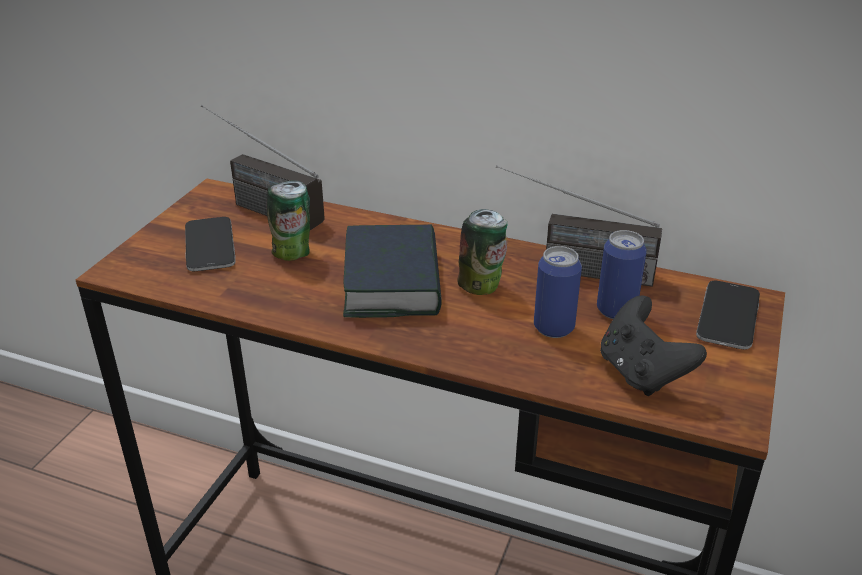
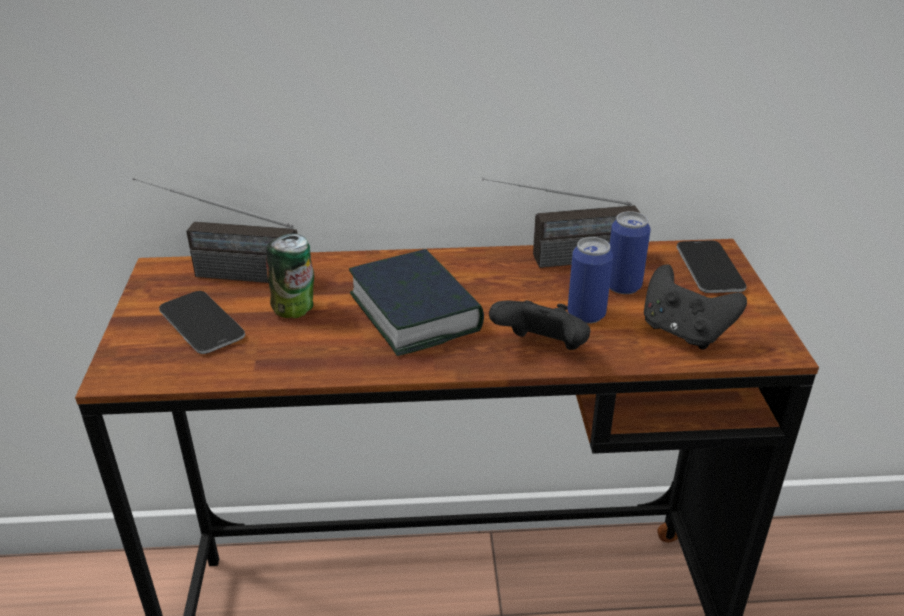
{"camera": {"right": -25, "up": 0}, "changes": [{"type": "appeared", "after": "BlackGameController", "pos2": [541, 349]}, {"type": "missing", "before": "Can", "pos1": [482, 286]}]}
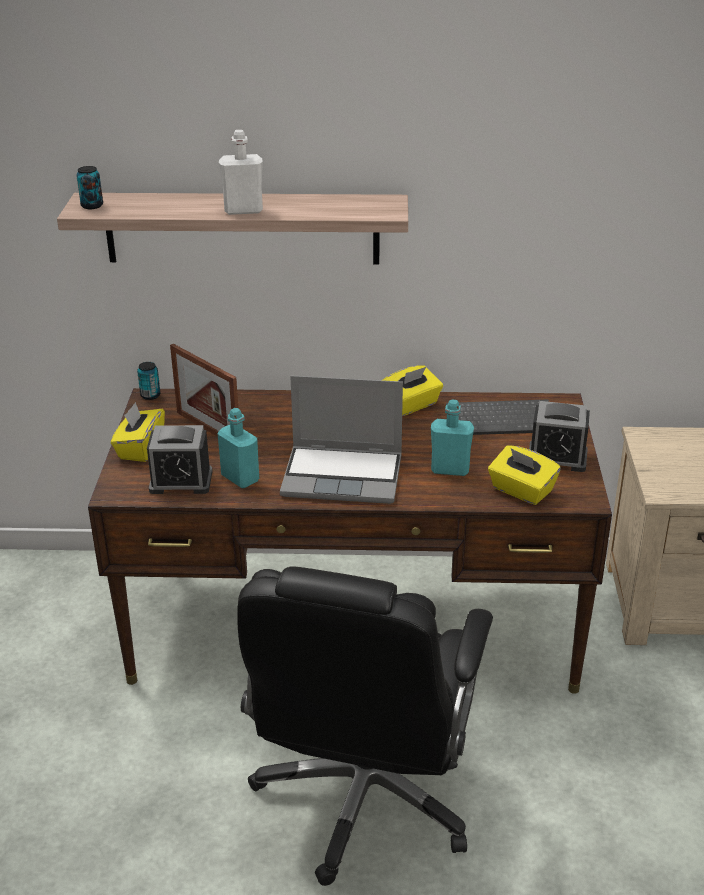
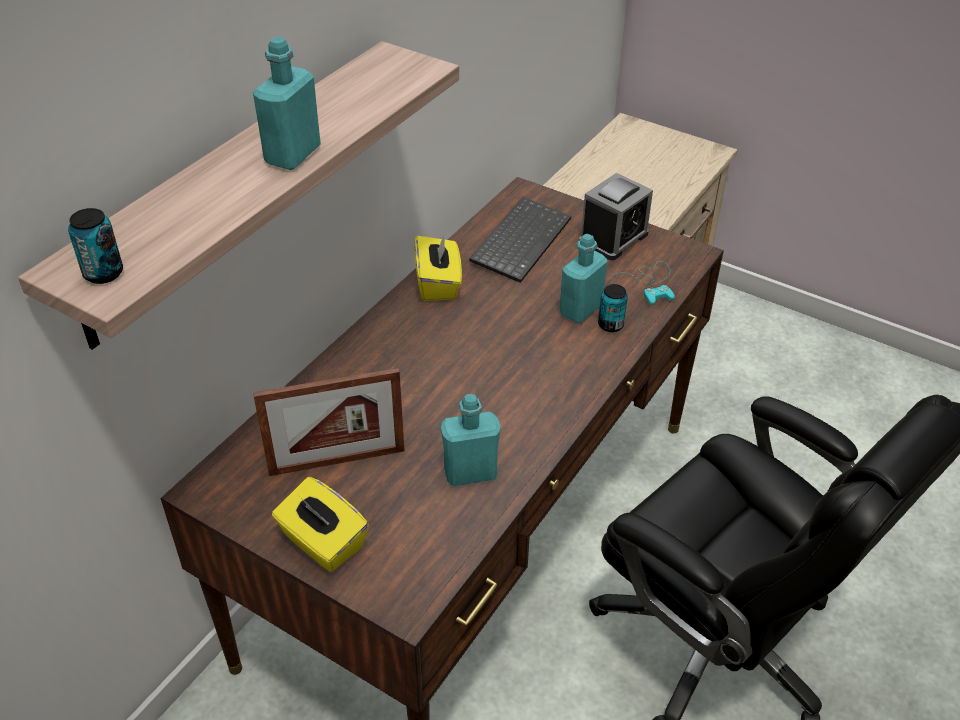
{"camera": {"right": -60, "up": 10}, "changes": [{"type": "colour", "before": "WhiteBottle", "after": "TurquoiseBottle", "pos1": [243, 210], "pos2": [293, 155]}, {"type": "relocated", "before": "Can", "pos1": [150, 395], "pos2": [610, 325]}, {"type": "exchanged", "before": "YellowTissueBox", "after": "TurquoiseGameController", "pos1": [521, 491], "pos2": [651, 283]}, {"type": "missing", "before": "AlarmClock", "pos1": [181, 481]}, {"type": "missing", "before": "Laptop", "pos1": [344, 476]}]}
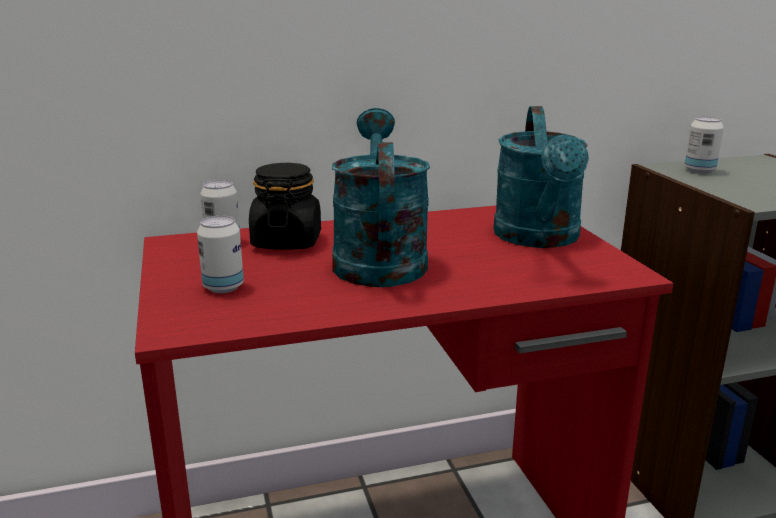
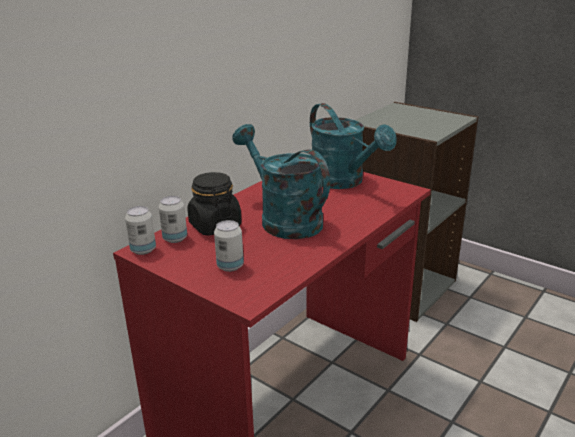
{"camera": {"right": -35, "up": 5}, "changes": [{"type": "relocated", "before": "Can", "pos1": [699, 170], "pos2": [143, 250]}]}
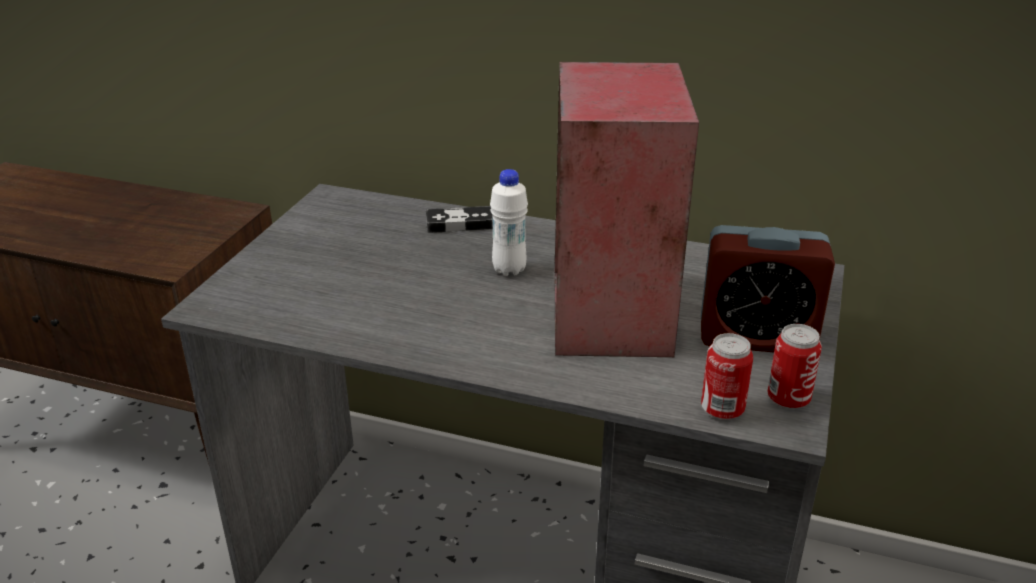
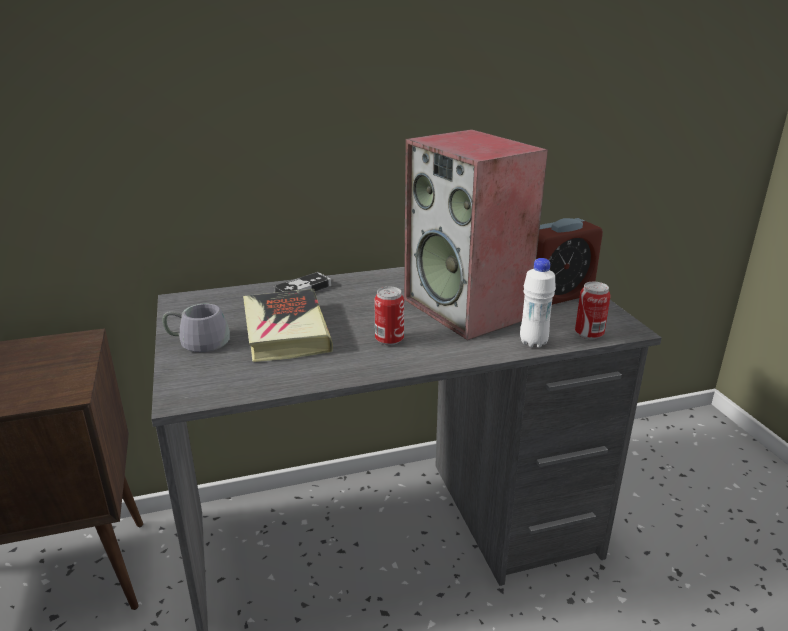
{"camera": {"right": -35, "up": -5}, "changes": [{"type": "appeared", "after": "GreyMug", "pos2": [199, 339]}, {"type": "appeared", "after": "Book", "pos2": [285, 331]}, {"type": "relocated", "before": "Can", "pos1": [788, 399], "pos2": [389, 340]}, {"type": "relocated", "before": "WhiteBottle", "pos1": [509, 270], "pos2": [533, 342]}]}
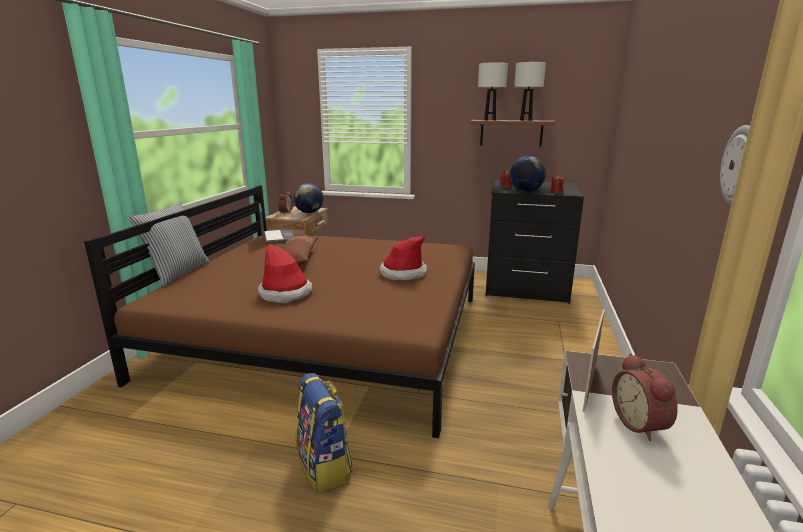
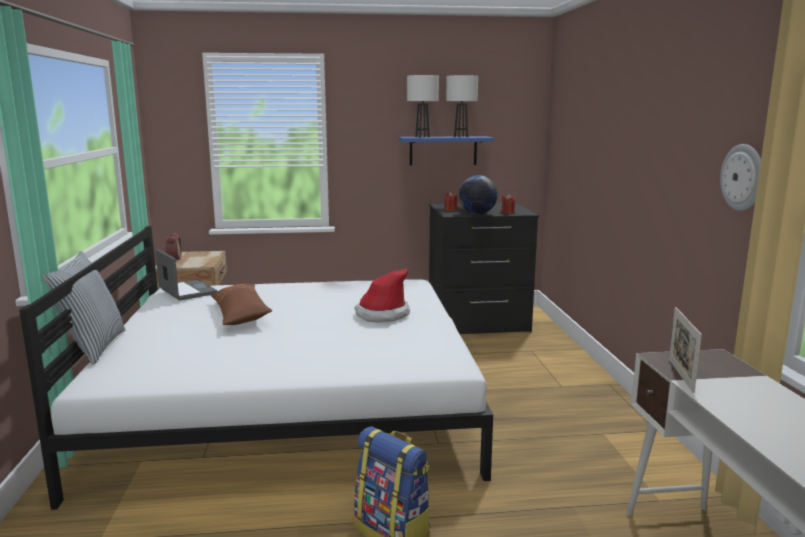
{"camera": {"right": -20, "up": -5}, "changes": [{"type": "colour", "before": "BrownBed", "after": "WhiteBed", "pos1": [327, 334], "pos2": [289, 402]}, {"type": "colour", "before": "BrownShelf", "after": "BlueShelf", "pos1": [511, 133], "pos2": [443, 150]}, {"type": "missing", "before": "Hat", "pos1": [285, 293]}, {"type": "missing", "before": "Globe", "pos1": [309, 212]}, {"type": "missing", "before": "AlarmClock", "pos1": [641, 424]}]}
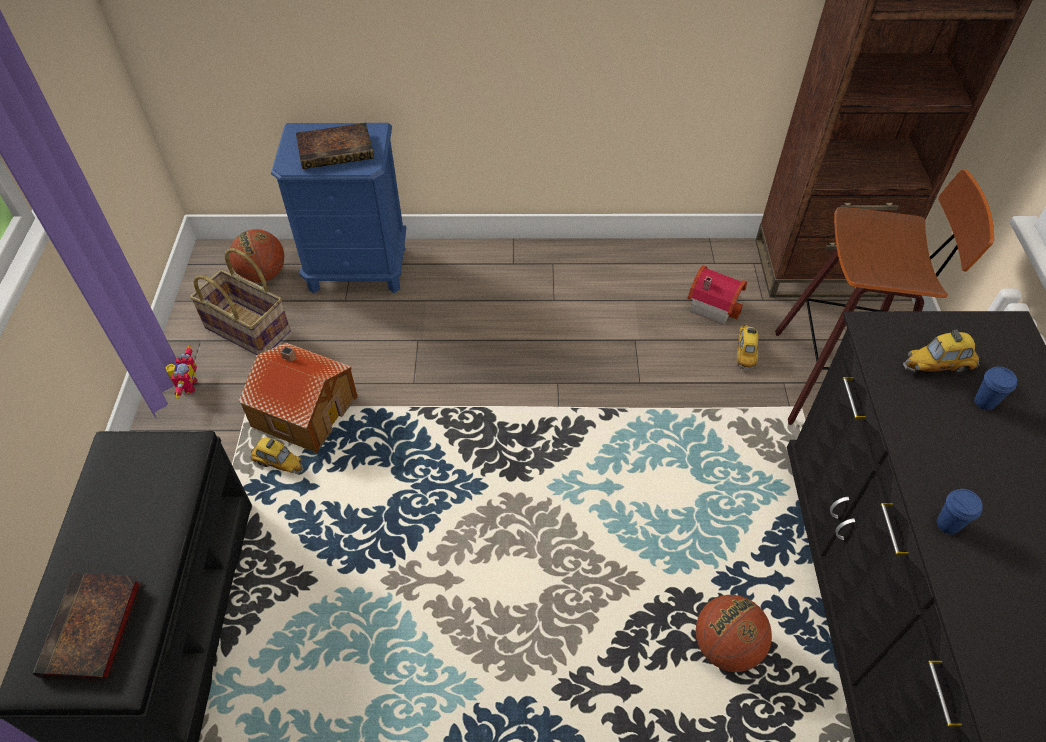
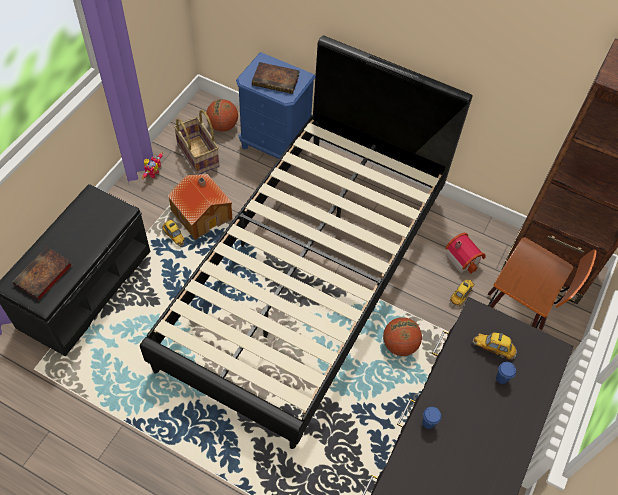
{"camera": {"right": 25, "up": 5}, "changes": [{"type": "appeared", "after": "BlackBed", "pos2": [307, 277]}, {"type": "relocated", "before": "Basketball", "pos1": [726, 646], "pos2": [399, 345]}]}
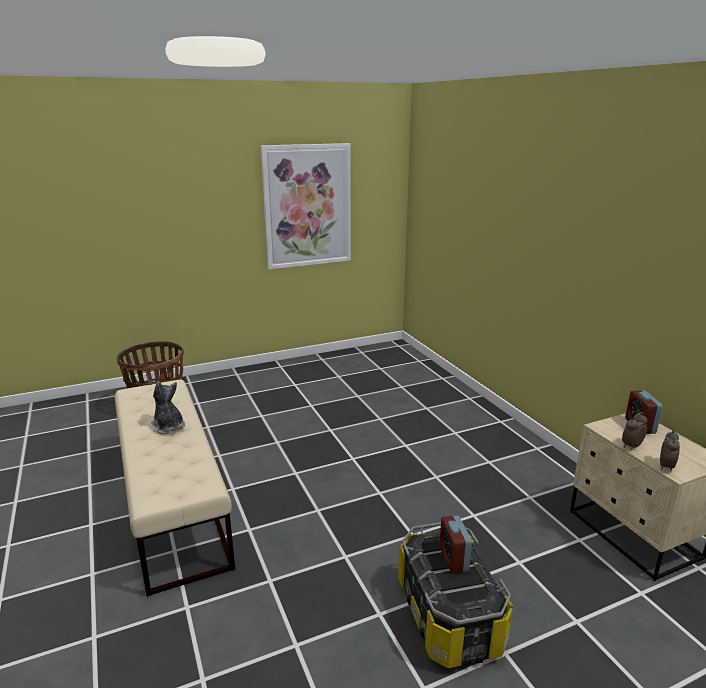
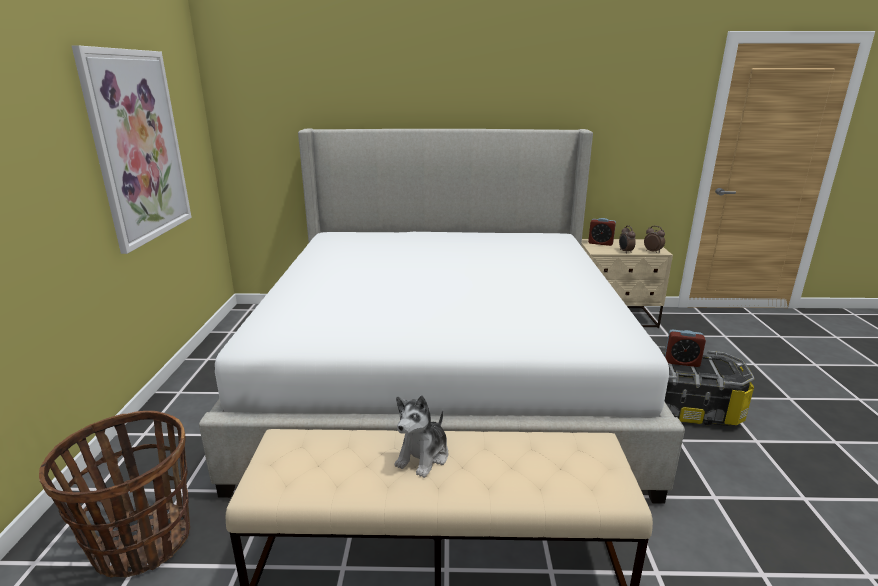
{"camera": {"right": -65, "up": 0}, "changes": [{"type": "appeared", "after": "Bed", "pos2": [442, 376]}, {"type": "spun", "before": "PlushToy", "pos1": [168, 427], "pos2": [423, 456], "turn": -45}]}
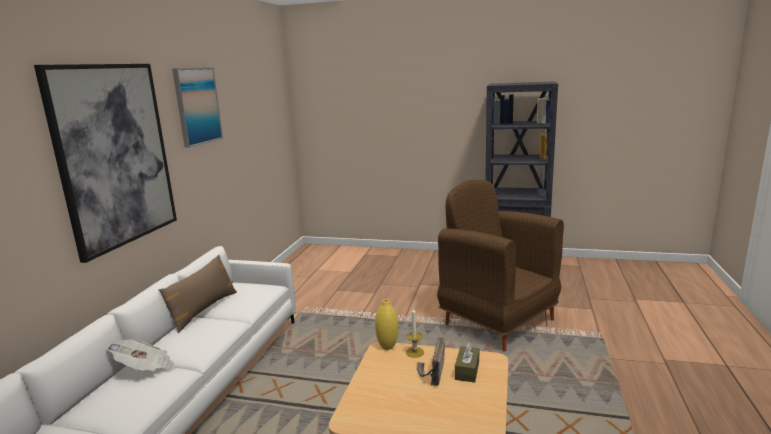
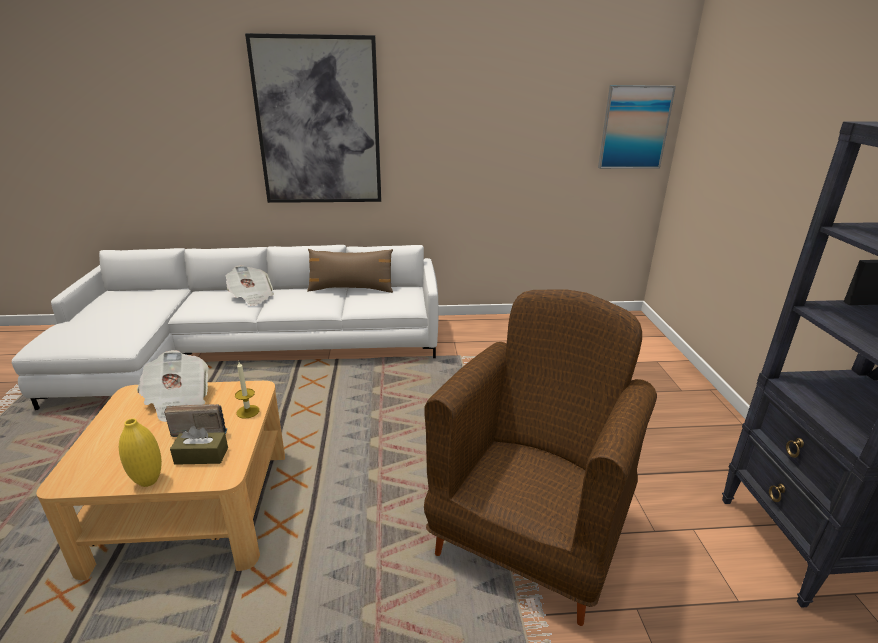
{"camera": {"right": 70, "up": 10}, "changes": [{"type": "relocated", "before": "YellowVase", "pos1": [387, 347], "pos2": [148, 481]}, {"type": "appeared", "after": "Newspaper", "pos2": [177, 400]}, {"type": "relocated", "before": "Picture", "pos1": [197, 106], "pos2": [634, 127]}]}
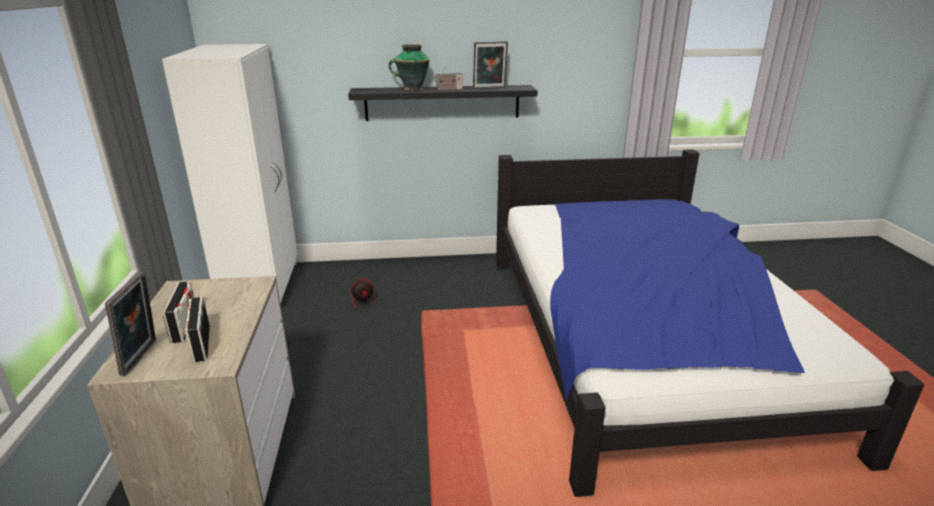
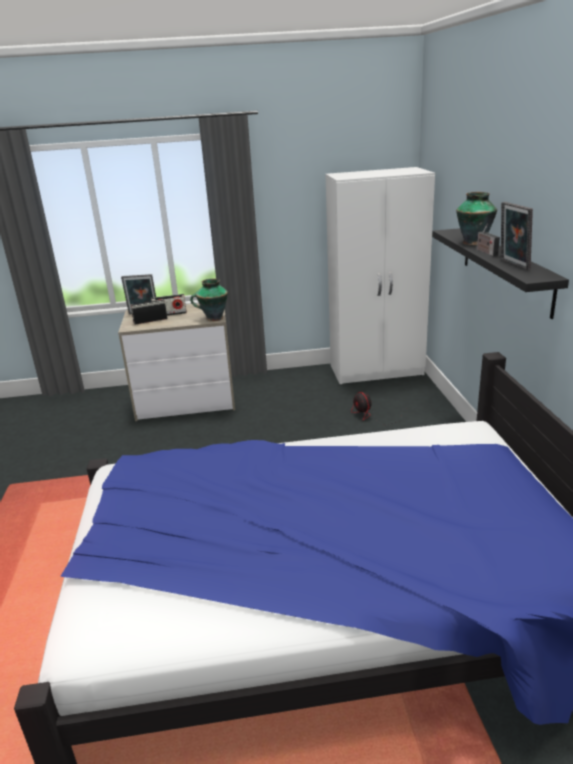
{"camera": {"right": 90, "up": 0}, "changes": [{"type": "appeared", "after": "Vase", "pos2": [213, 318]}]}
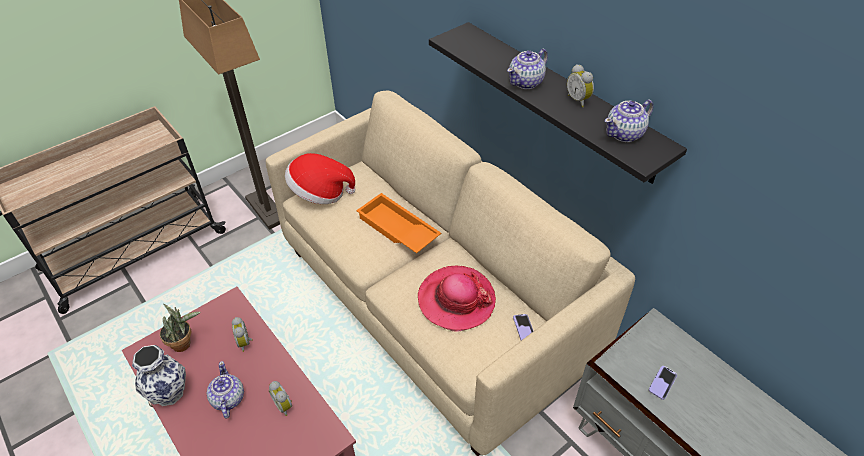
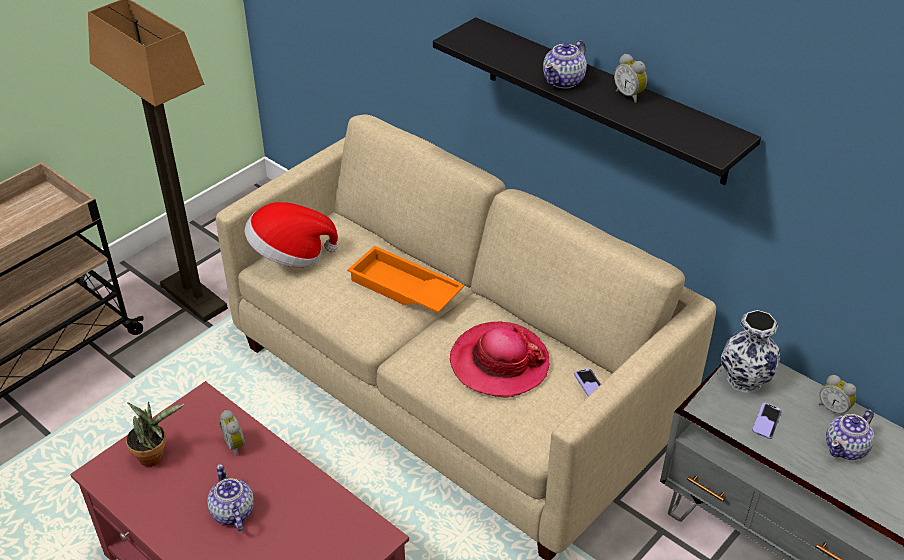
{"camera": {"right": -10, "up": -5}, "changes": [{"type": "relocated", "before": "Vase", "pos1": [169, 392], "pos2": [744, 379]}, {"type": "relocated", "before": "AlarmClock", "pos1": [285, 405], "pos2": [833, 409]}, {"type": "relocated", "before": "Teapot", "pos1": [625, 134], "pos2": [846, 448]}]}
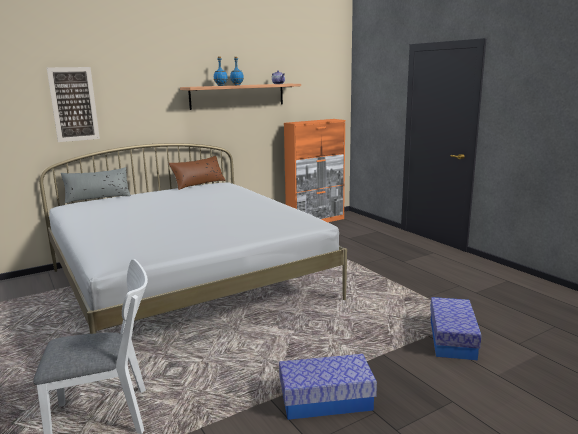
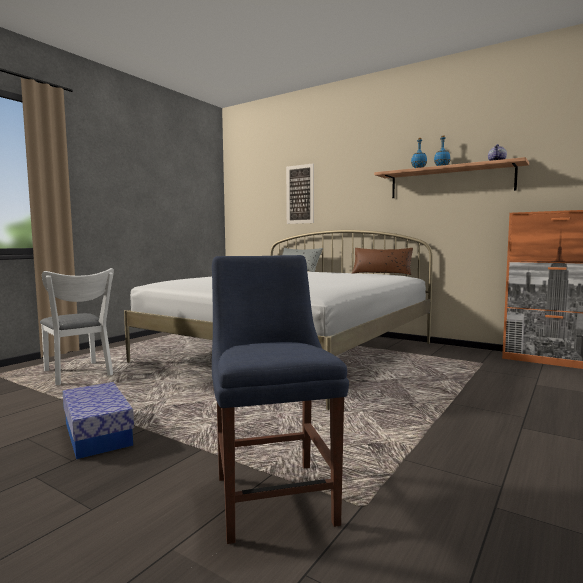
{"camera": {"right": 65, "up": -10}, "changes": [{"type": "exchanged", "before": "StorageBox", "after": "BlueChair", "pos1": [452, 339], "pos2": [273, 495]}]}
